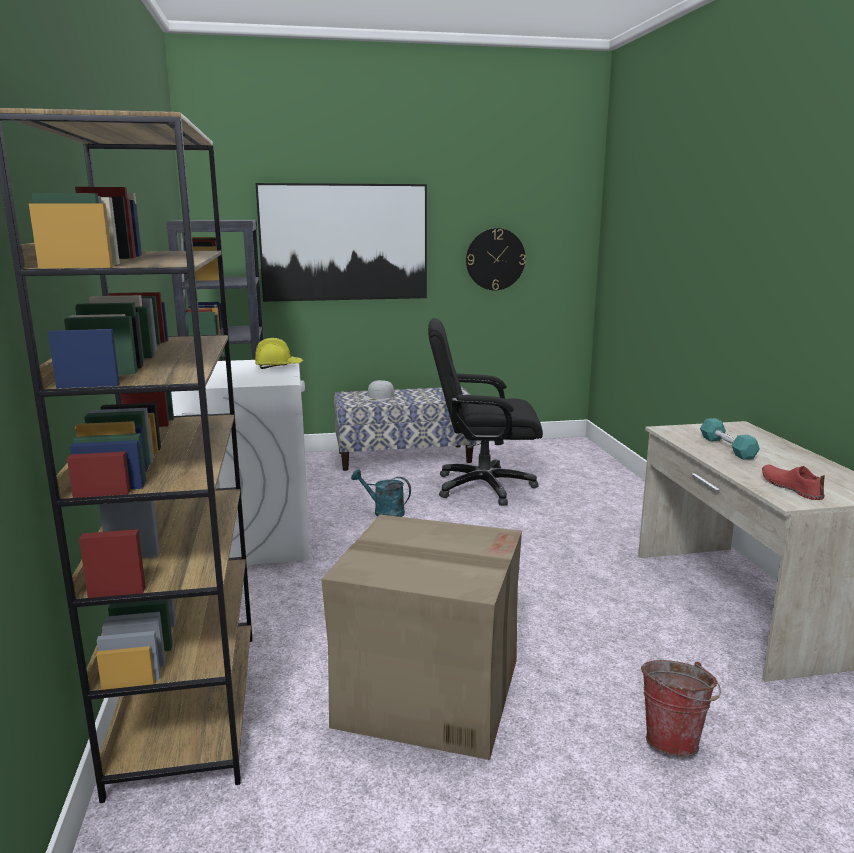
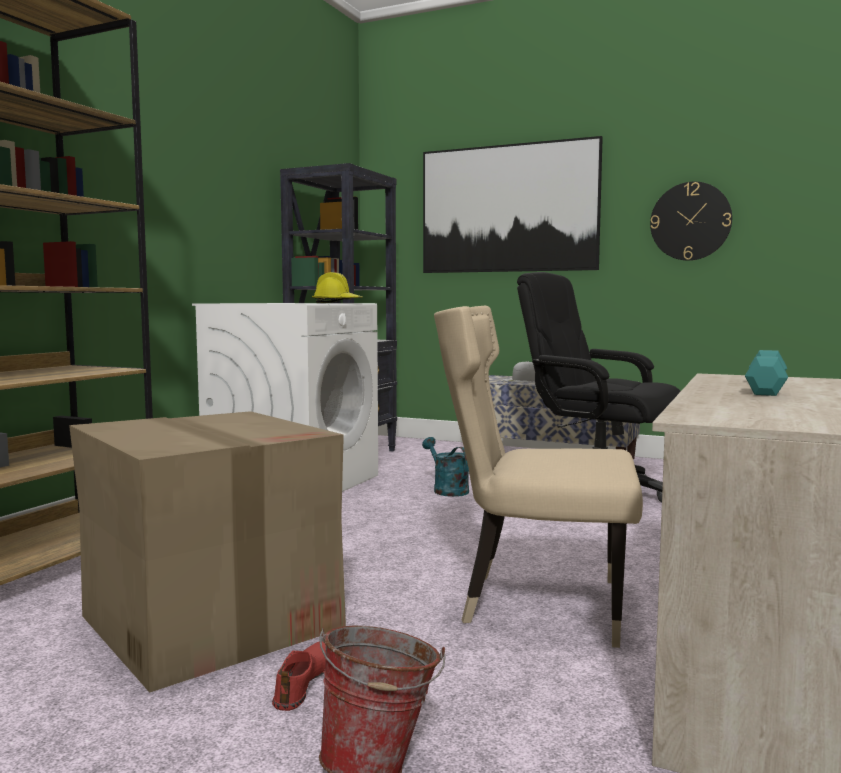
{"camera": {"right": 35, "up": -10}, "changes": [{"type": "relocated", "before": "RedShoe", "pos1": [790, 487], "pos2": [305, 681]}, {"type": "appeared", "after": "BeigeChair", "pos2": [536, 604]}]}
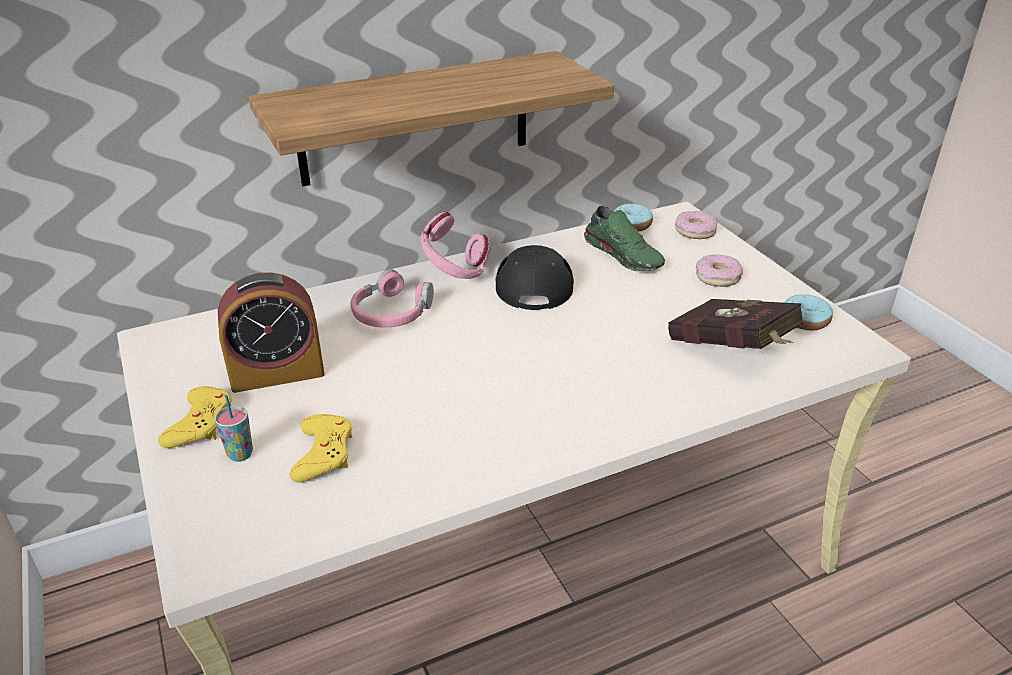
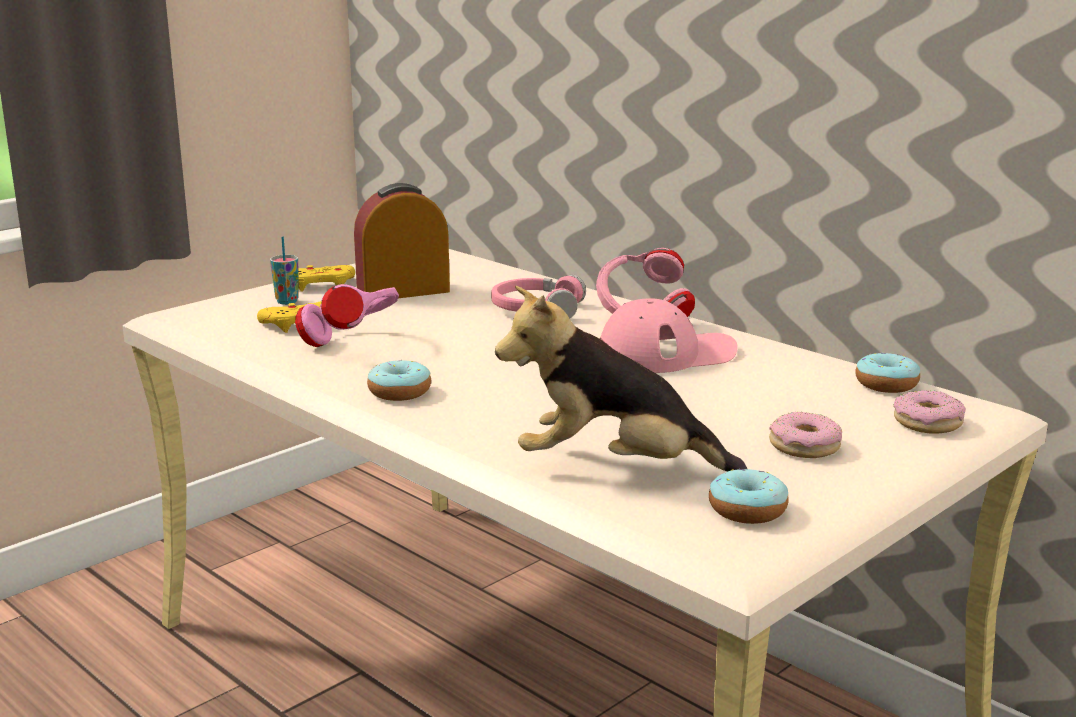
{"camera": {"right": 70, "up": -15}, "changes": [{"type": "appeared", "after": "PinkHeadphones", "pos2": [353, 343]}, {"type": "spun", "before": "AlarmClock", "pos1": [277, 373], "pos2": [403, 291], "turn": 105}, {"type": "appeared", "after": "Donut", "pos2": [399, 392]}, {"type": "exchanged", "before": "RedBook", "after": "PlushToy", "pos1": [733, 351], "pos2": [614, 468]}, {"type": "colour", "before": "BlackCap", "after": "PinkCap", "pos1": [534, 281], "pos2": [667, 354]}, {"type": "missing", "before": "Shelf", "pos1": [415, 119]}, {"type": "missing", "before": "GreenShoe", "pos1": [624, 254]}]}
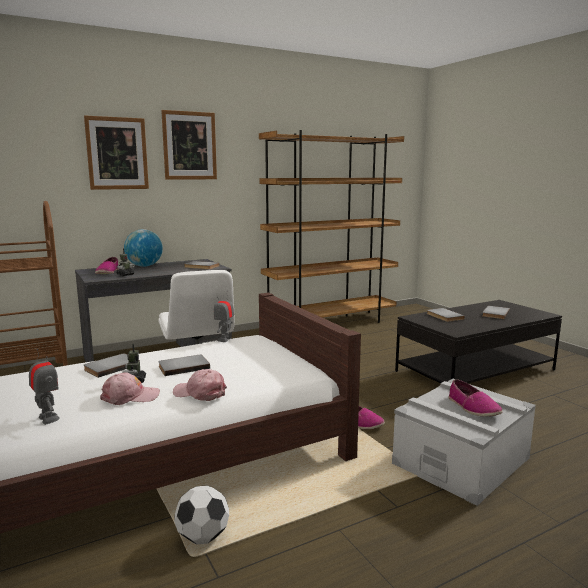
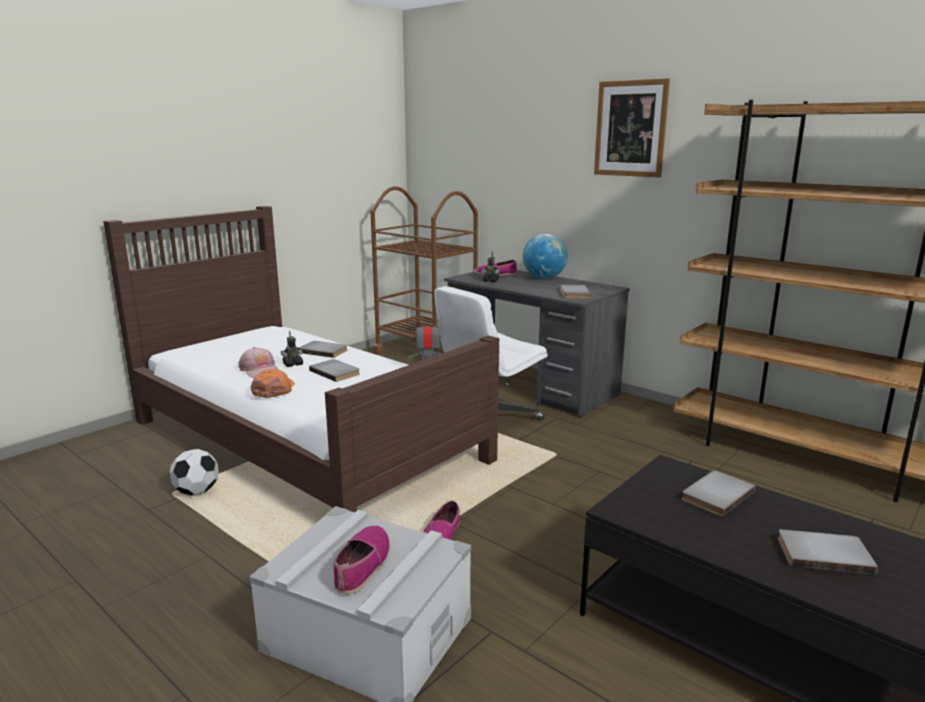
{"camera": {"right": 70, "up": 5}, "changes": [{"type": "colour", "before": "PinkCap", "after": "OrangeCap", "pos1": [200, 393], "pos2": [274, 389]}, {"type": "spun", "before": "Shoe", "pos1": [473, 407], "pos2": [362, 565], "turn": 150}, {"type": "missing", "before": "ToyRobot", "pos1": [48, 419]}, {"type": "missing", "before": "Picture", "pos1": [117, 153]}]}
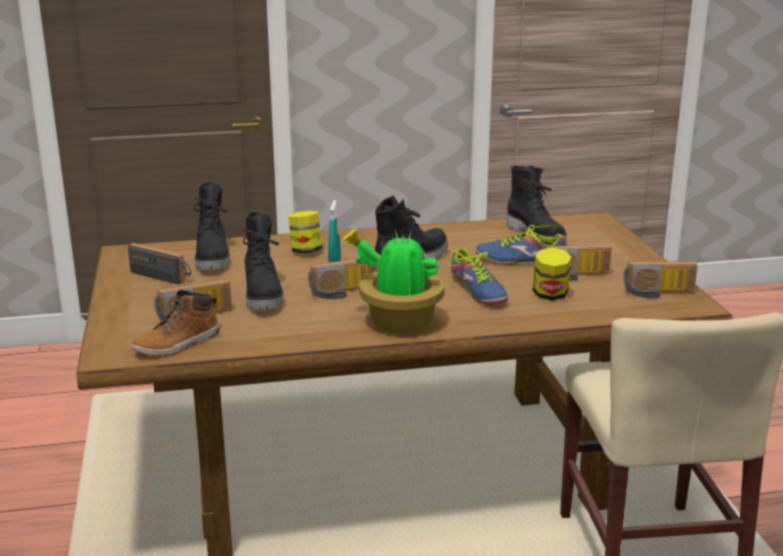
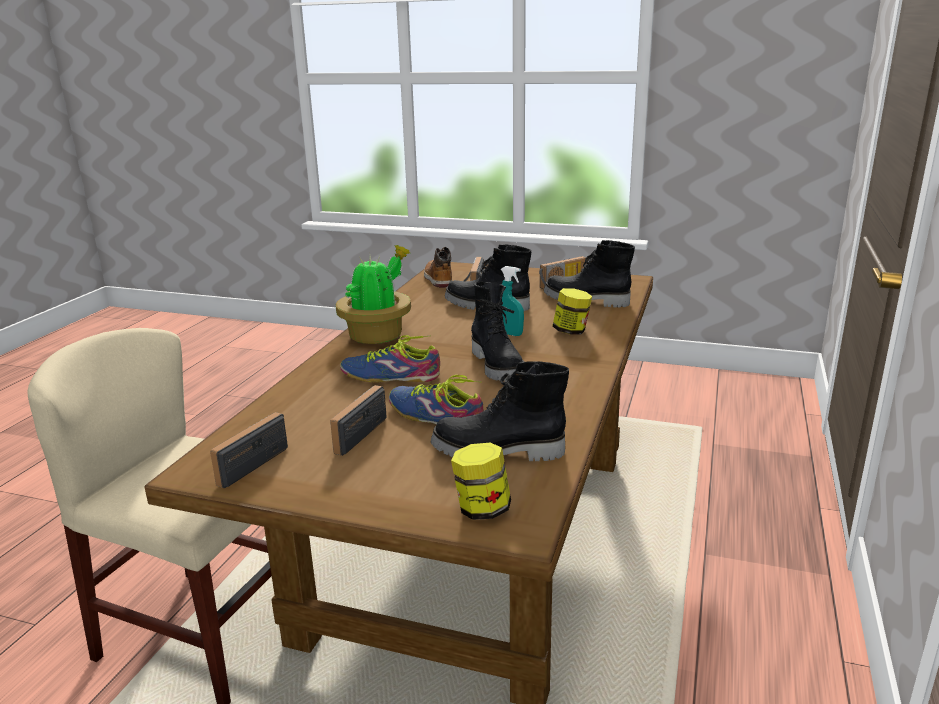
{"camera": {"right": 120, "up": 0}, "changes": [{"type": "spun", "before": "Shoe", "pos1": [520, 260], "pos2": [435, 417], "turn": -90}, {"type": "relocated", "before": "Jar", "pos1": [550, 295], "pos2": [482, 509]}, {"type": "missing", "before": "Radio", "pos1": [344, 292]}]}
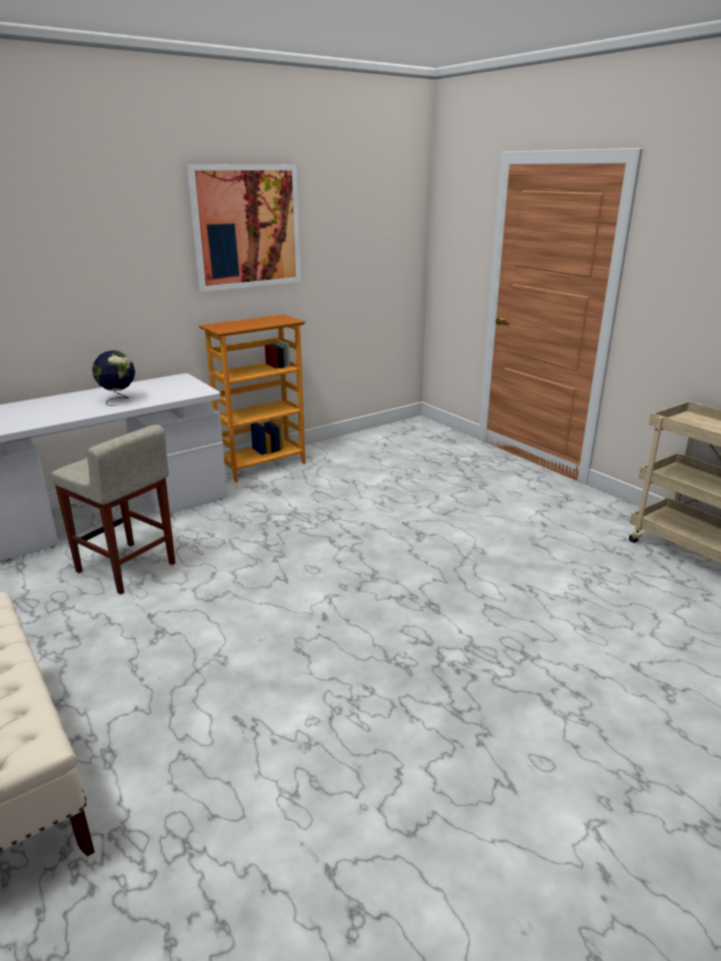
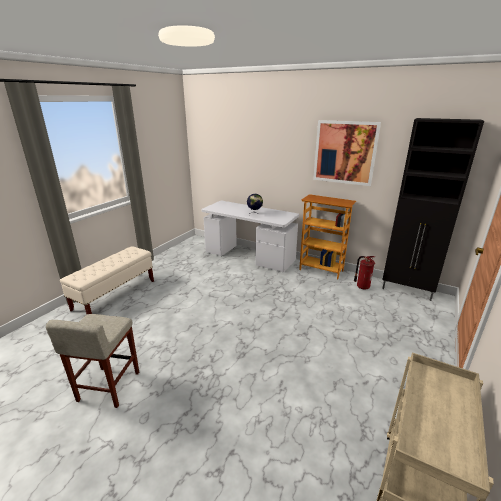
{"camera": {"right": 65, "up": 0}, "changes": [{"type": "relocated", "before": "BeigeStool", "pos1": [127, 568], "pos2": [108, 387]}, {"type": "appeared", "after": "FireExtinguisher", "pos2": [362, 286]}, {"type": "appeared", "after": "BlackCabinet", "pos2": [407, 290]}]}
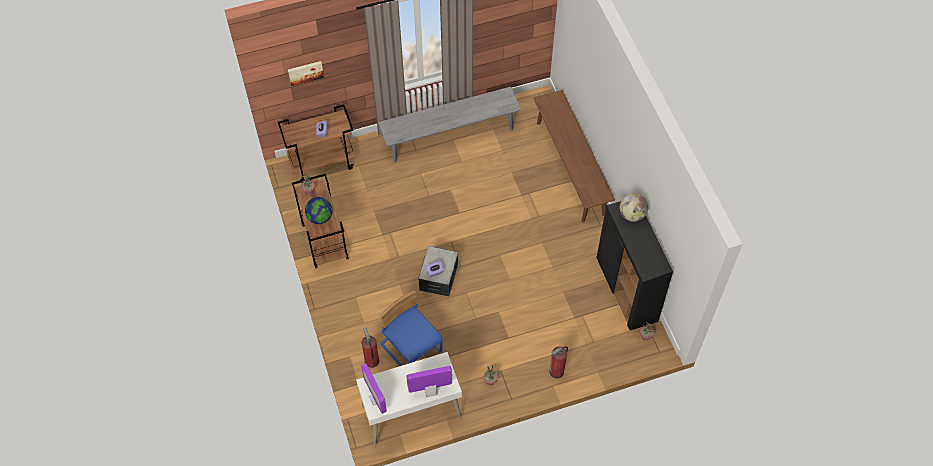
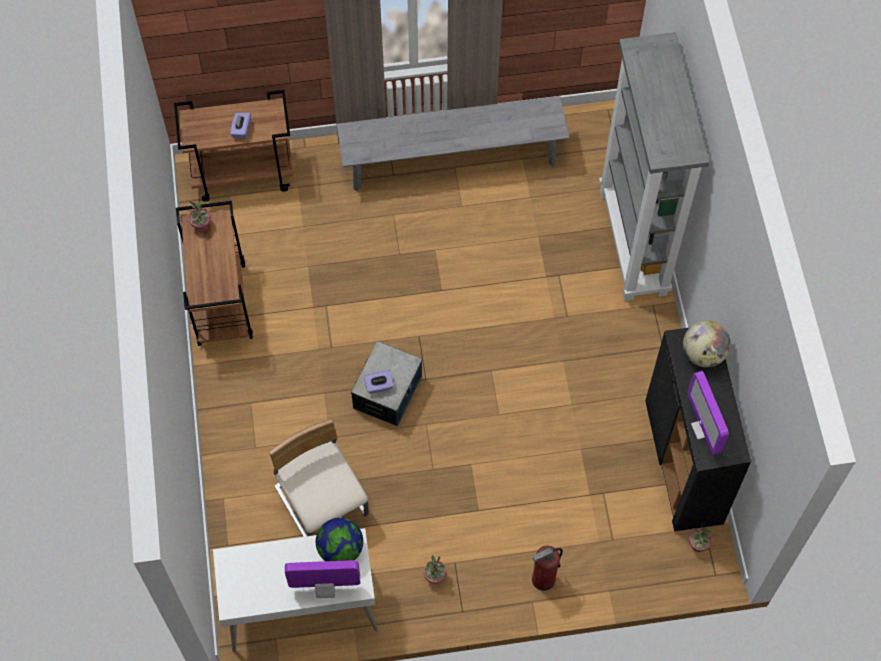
{"camera": {"right": 10, "up": 5}, "changes": [{"type": "colour", "before": "BlueChair", "after": "BeigeChair", "pos1": [411, 348], "pos2": [322, 501]}, {"type": "relocated", "before": "Globe", "pos1": [320, 217], "pos2": [340, 549]}, {"type": "exchanged", "before": "BrownBench", "after": "GreyBookcase", "pos1": [570, 167], "pos2": [634, 243]}, {"type": "relocated", "before": "Monitor", "pos1": [376, 398], "pos2": [703, 428]}, {"type": "missing", "before": "Picture", "pos1": [305, 72]}, {"type": "missing", "before": "FireExtinguisher", "pos1": [371, 360]}]}
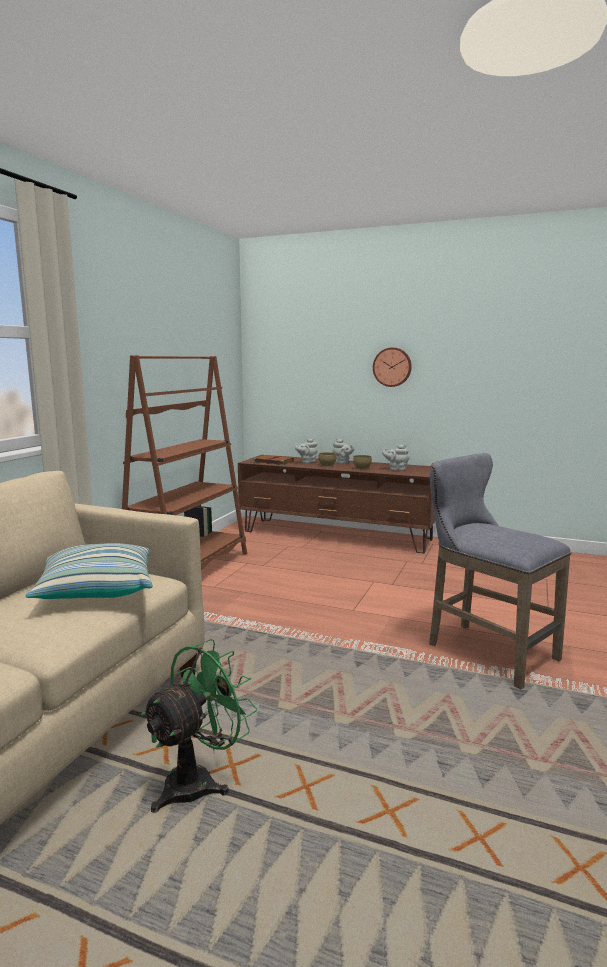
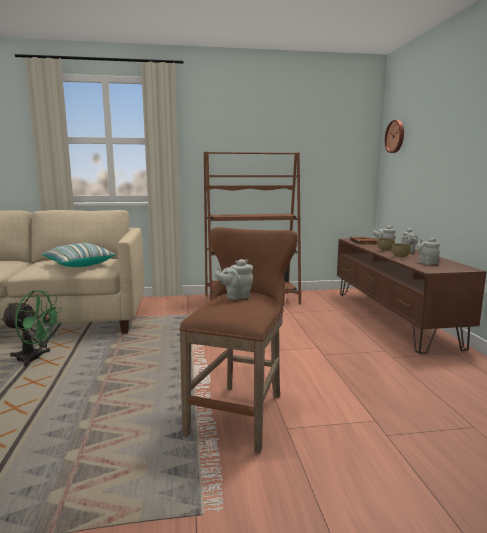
{"camera": {"right": 60, "up": 0}, "changes": [{"type": "colour", "before": "GreyStool", "after": "BrownStool", "pos1": [484, 650], "pos2": [241, 411]}, {"type": "appeared", "after": "GreyTeapot", "pos2": [236, 297]}, {"type": "relocated", "before": "WallClock", "pos1": [392, 367], "pos2": [395, 136]}]}
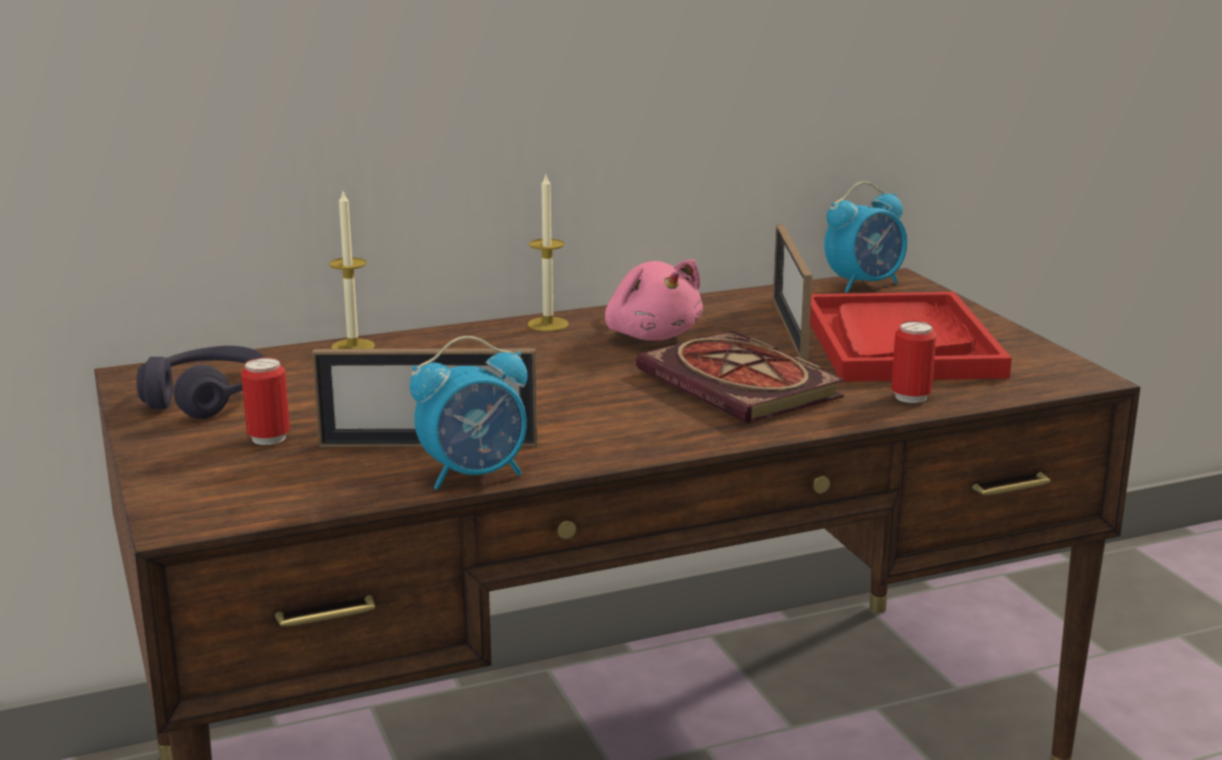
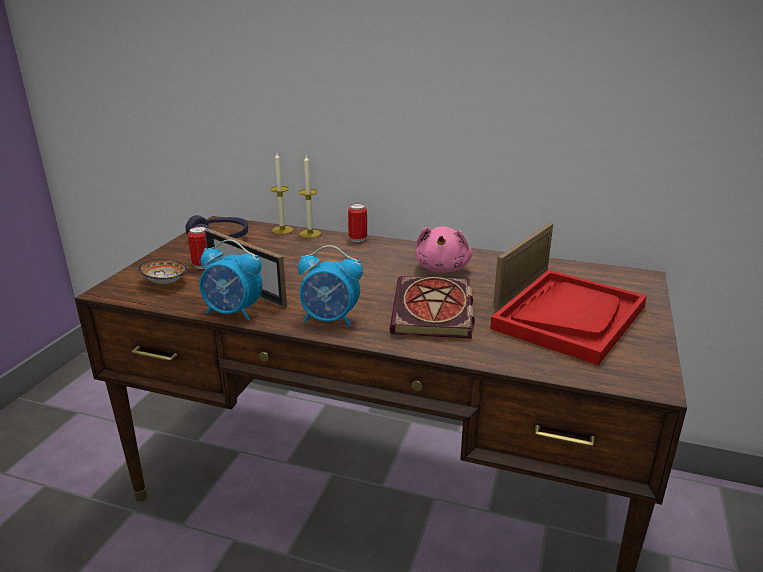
{"camera": {"right": 40, "up": 5}, "changes": [{"type": "appeared", "after": "Bowl", "pos2": [165, 282]}, {"type": "relocated", "before": "Candle", "pos1": [548, 324], "pos2": [282, 230]}, {"type": "relocated", "before": "AlarmClock", "pos1": [865, 284], "pos2": [330, 320]}, {"type": "relocated", "before": "Can", "pos1": [910, 397], "pos2": [358, 239]}]}
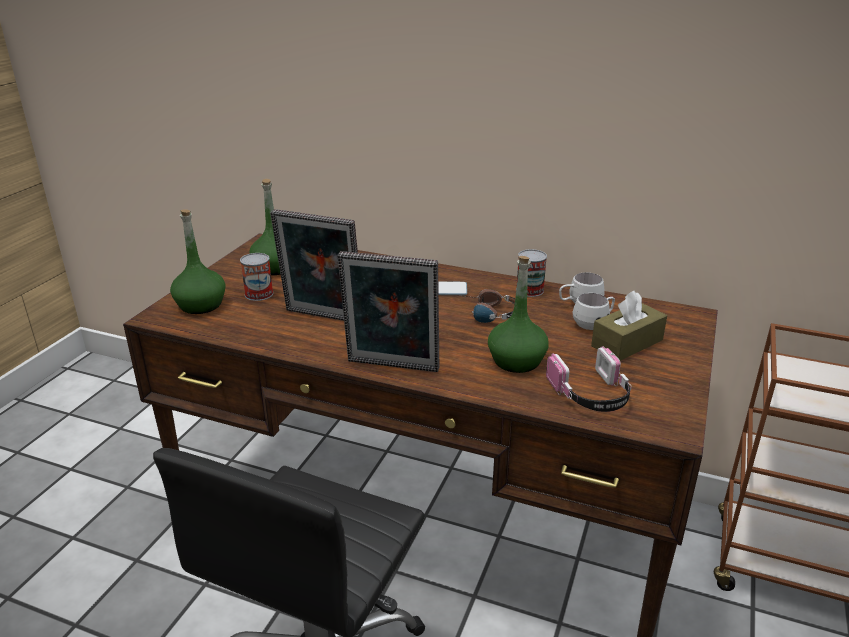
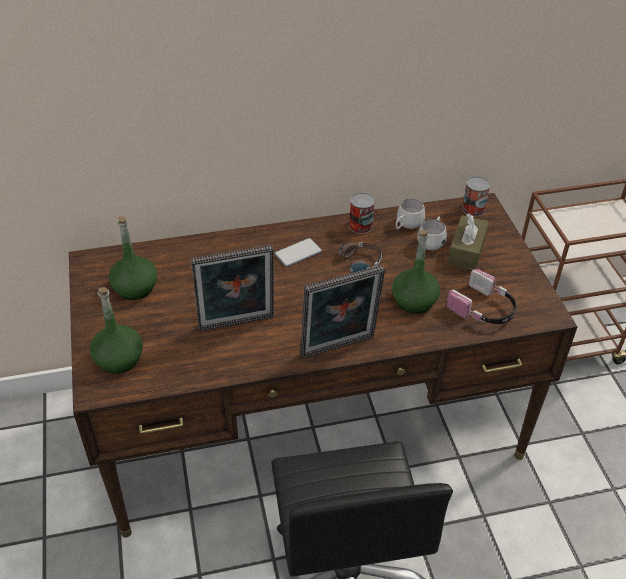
{"camera": {"right": -35, "up": 15}, "changes": [{"type": "relocated", "before": "Can", "pos1": [259, 294], "pos2": [473, 209]}]}
